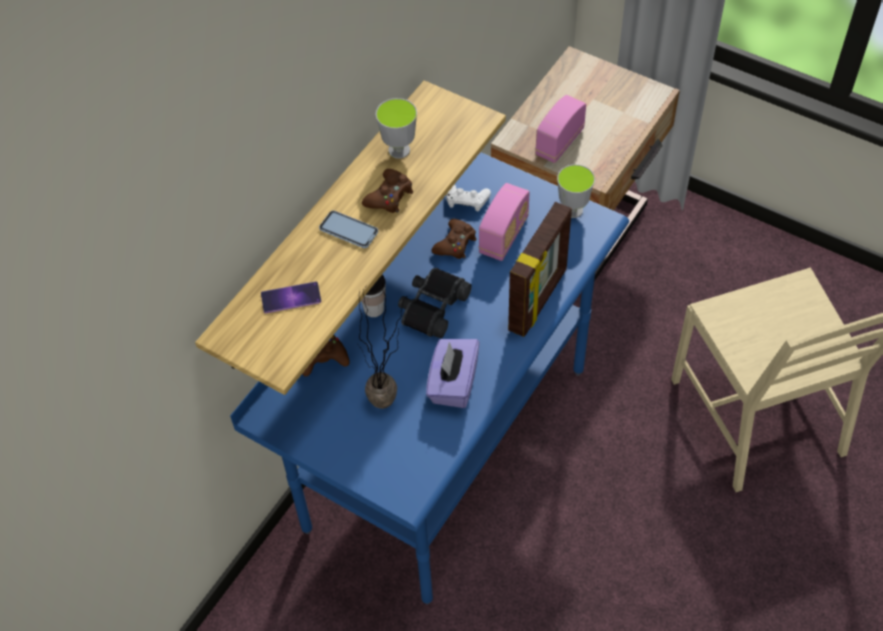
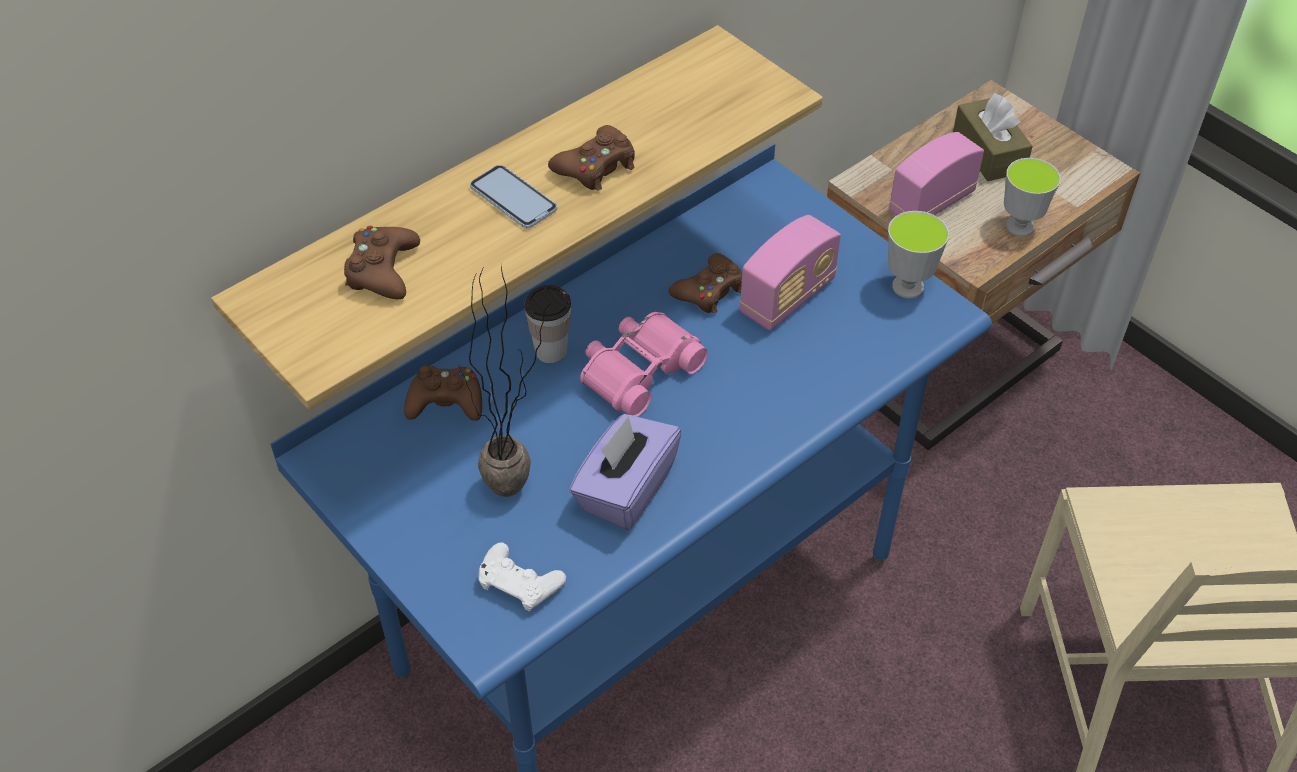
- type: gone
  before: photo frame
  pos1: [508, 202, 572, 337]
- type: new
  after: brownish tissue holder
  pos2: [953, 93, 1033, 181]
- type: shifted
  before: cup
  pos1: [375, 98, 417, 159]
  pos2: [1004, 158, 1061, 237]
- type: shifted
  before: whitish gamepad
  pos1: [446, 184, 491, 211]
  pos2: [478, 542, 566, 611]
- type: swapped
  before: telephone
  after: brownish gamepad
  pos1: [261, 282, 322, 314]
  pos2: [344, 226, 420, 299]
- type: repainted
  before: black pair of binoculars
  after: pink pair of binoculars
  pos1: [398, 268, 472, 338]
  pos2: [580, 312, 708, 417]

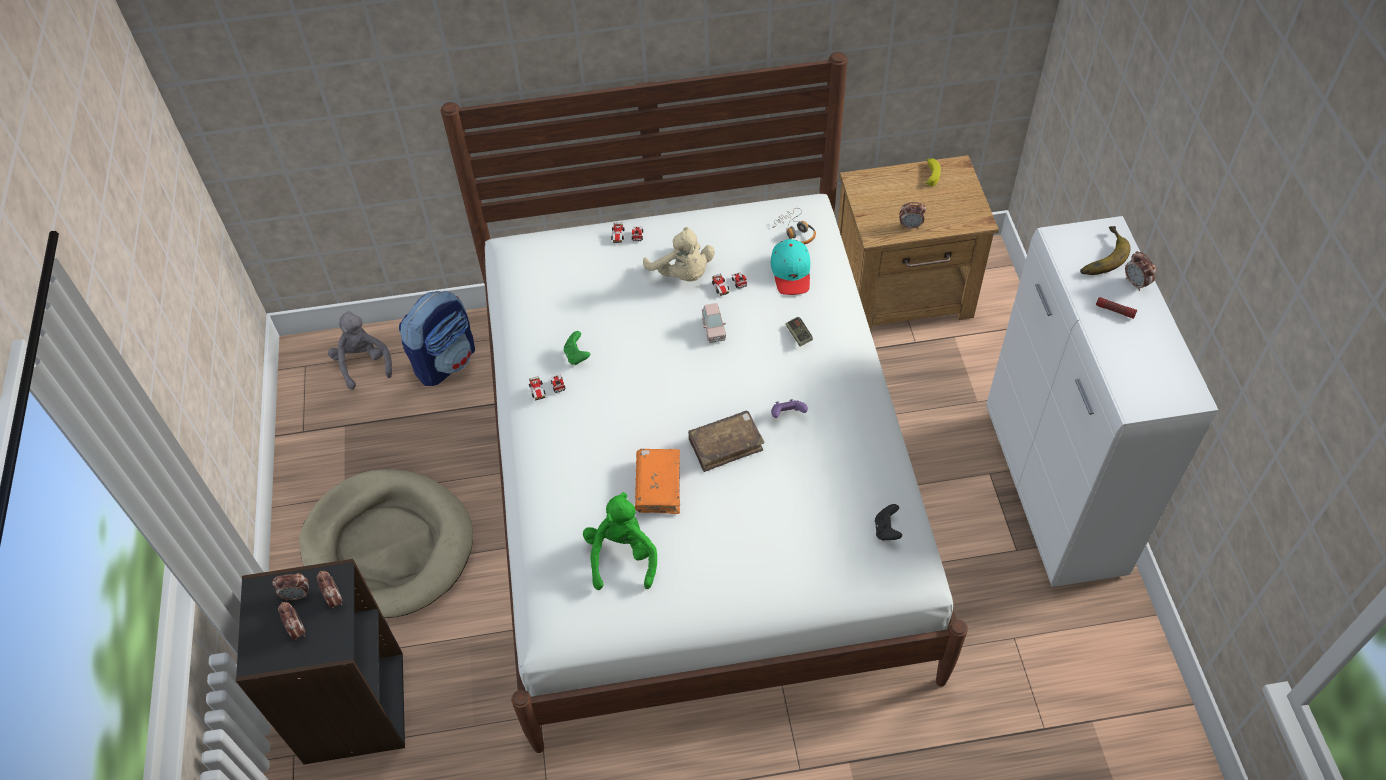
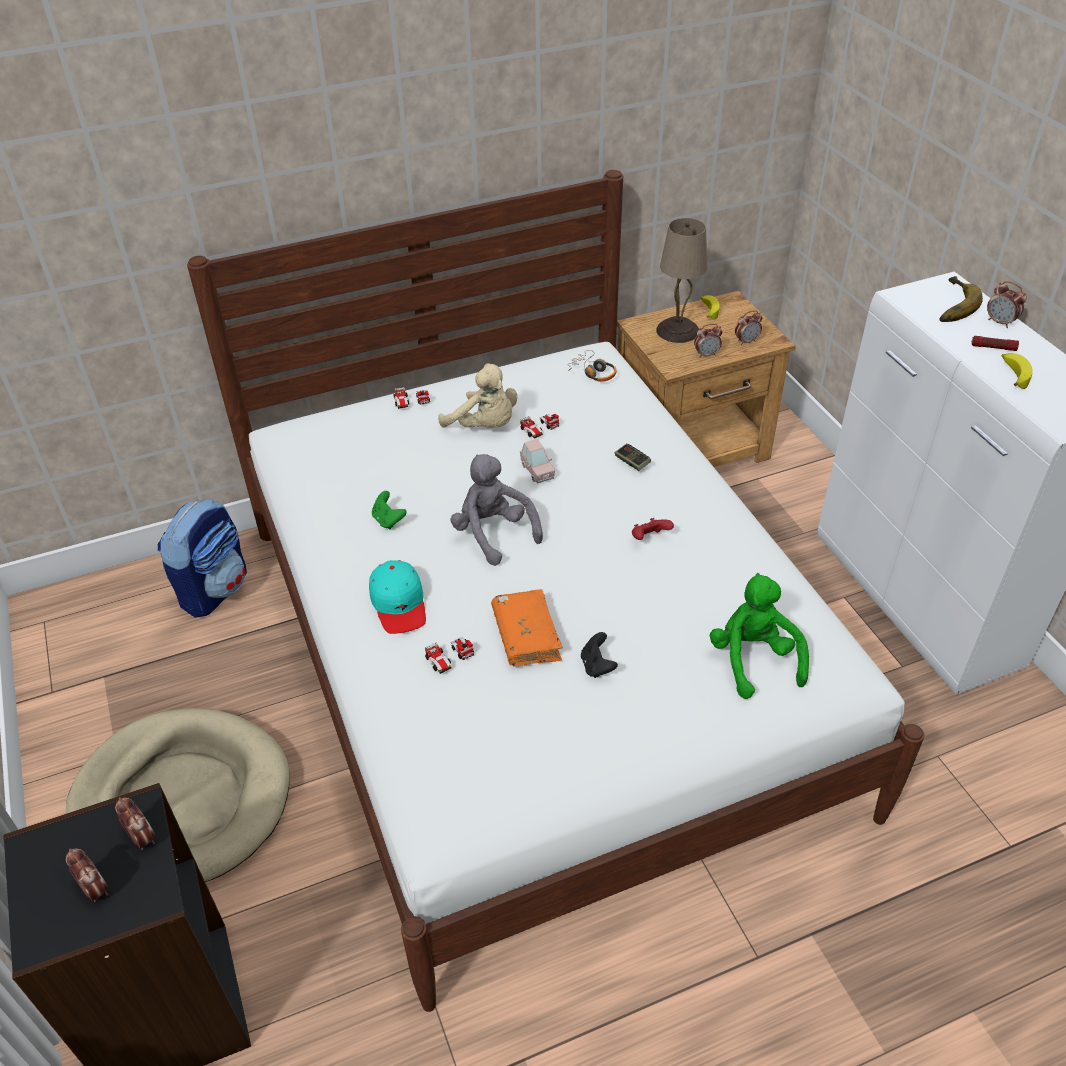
- type: gone
  before: brownish book
  pos1: [688, 410, 765, 472]
- type: new
  after: beige-coloured tabletop lamp
  pos2: [656, 218, 707, 343]
- type: new
  after: whole banana
  pos2: [1002, 353, 1033, 389]
- type: shifted
  before: alarm clock
  pos1: [273, 573, 309, 601]
  pos2: [735, 310, 762, 345]
- type: shifted
  before: gray cuddly toy
  pos1: [328, 311, 392, 390]
  pos2: [450, 454, 543, 566]
- type: shifted
  before: miniature car
  pos1: [529, 375, 566, 401]
  pos2: [425, 637, 474, 674]
- type: shifted
  before: green-coloured cuddly toy
  pos1: [583, 492, 657, 590]
  pos2: [709, 573, 809, 699]
- type: shifted
  before: blue-green cap
  pos1: [771, 239, 810, 295]
  pos2: [369, 560, 426, 634]
- type: shifted
  before: black gamepad
  pos1: [875, 504, 902, 541]
  pos2: [581, 632, 618, 678]
- type: repainted
  before: purplish gamepad
  after: red gamepad
  pos1: [771, 399, 808, 418]
  pos2: [632, 518, 674, 540]

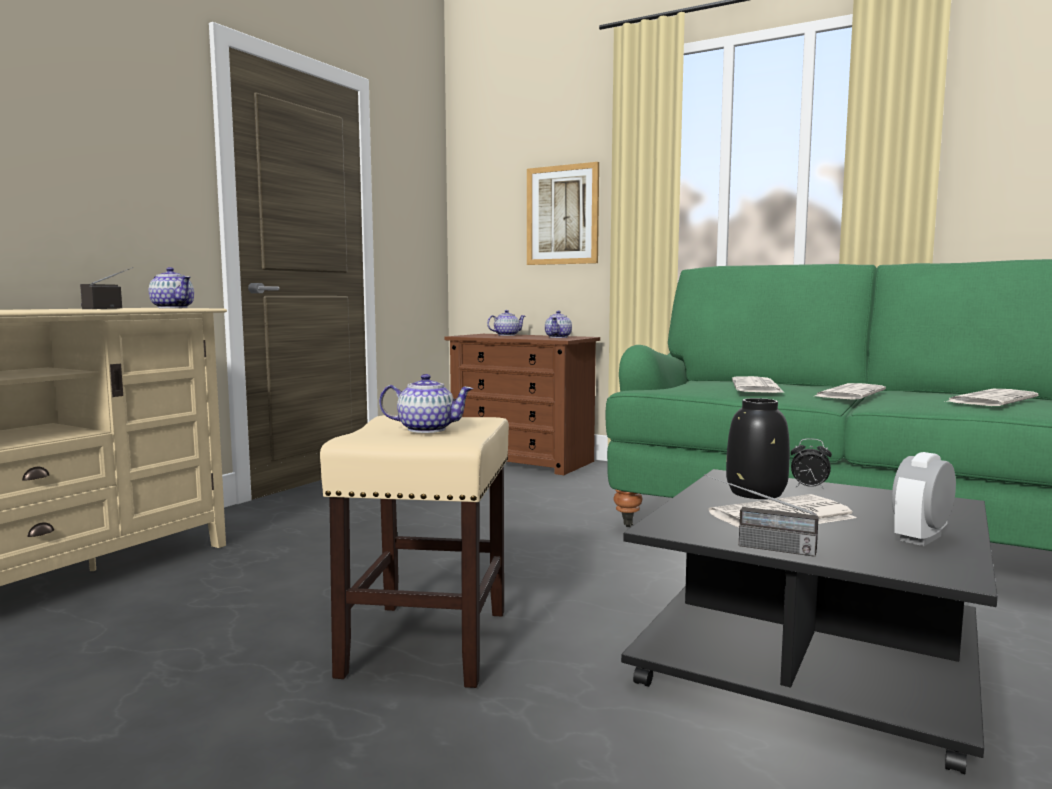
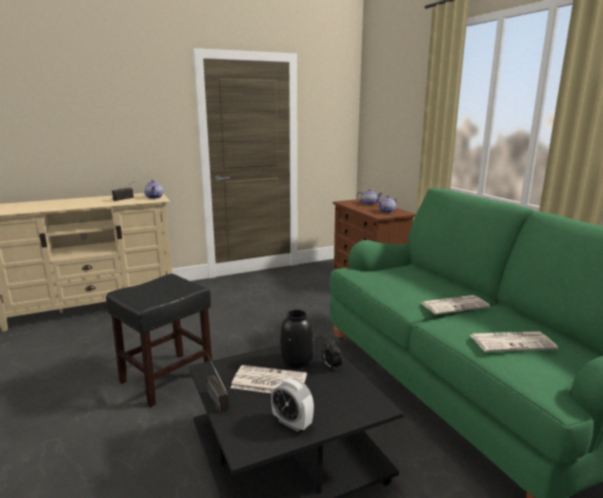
- type: gone
  before: teapot
  pos1: [379, 374, 473, 433]
- type: gone
  before: picture
  pos1: [527, 162, 599, 265]
- type: gone
  before: newspaper
  pos1: [732, 376, 784, 393]
- type: repainted
  before: beige-coloured stool seat
  after: black stool seat
  pos1: [320, 415, 509, 688]
  pos2: [106, 274, 212, 407]
- type: rotated
  before: alarm clock
  pos1: [892, 452, 956, 546]
  pos2: [271, 378, 314, 432]
  turn: -135

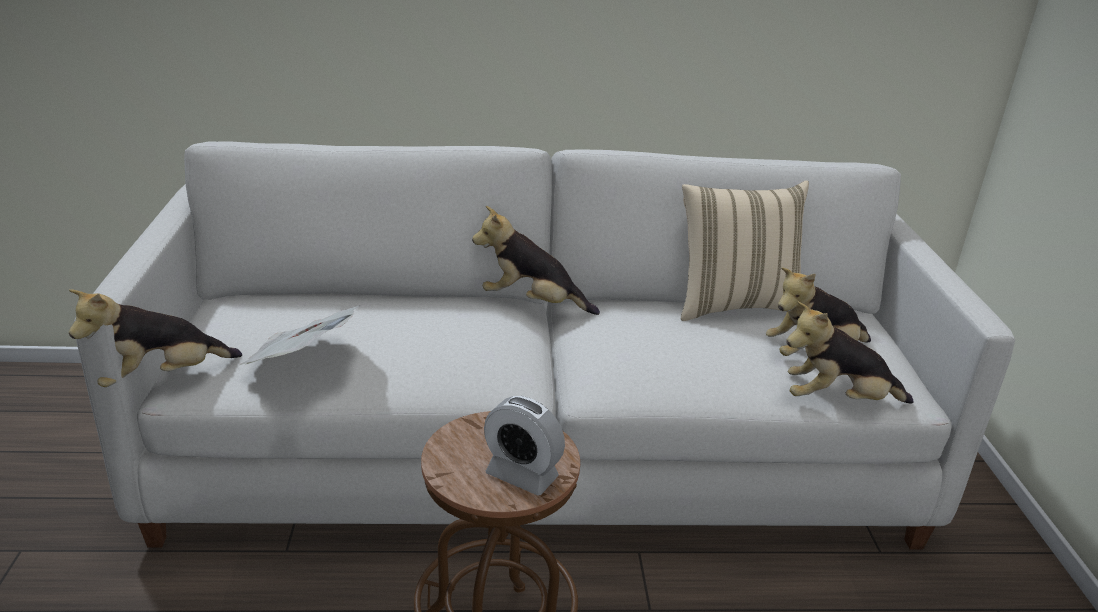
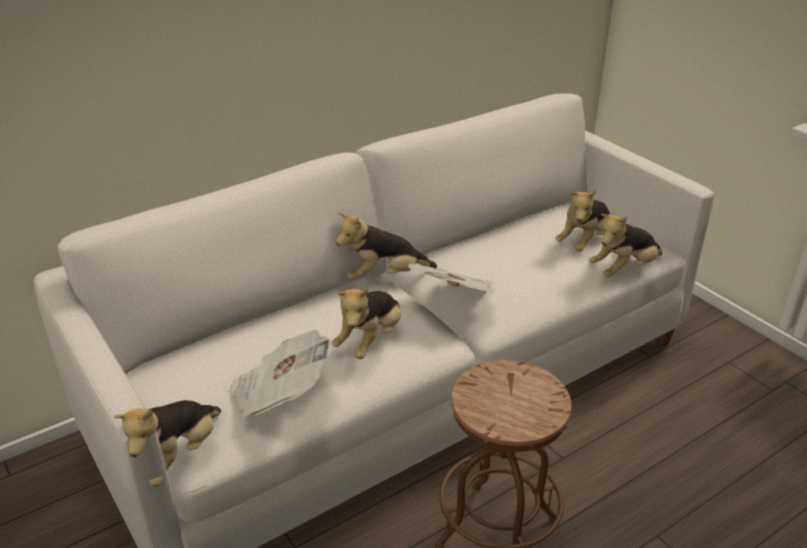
- type: gone
  before: alarm clock
  pos1: [484, 396, 565, 496]
- type: gone
  before: beige-coloured throw pillow
  pos1: [681, 181, 809, 321]
- type: new
  after: cuddly toy
  pos2: [332, 287, 401, 359]
- type: new
  after: newspaper
  pos2: [408, 264, 495, 293]

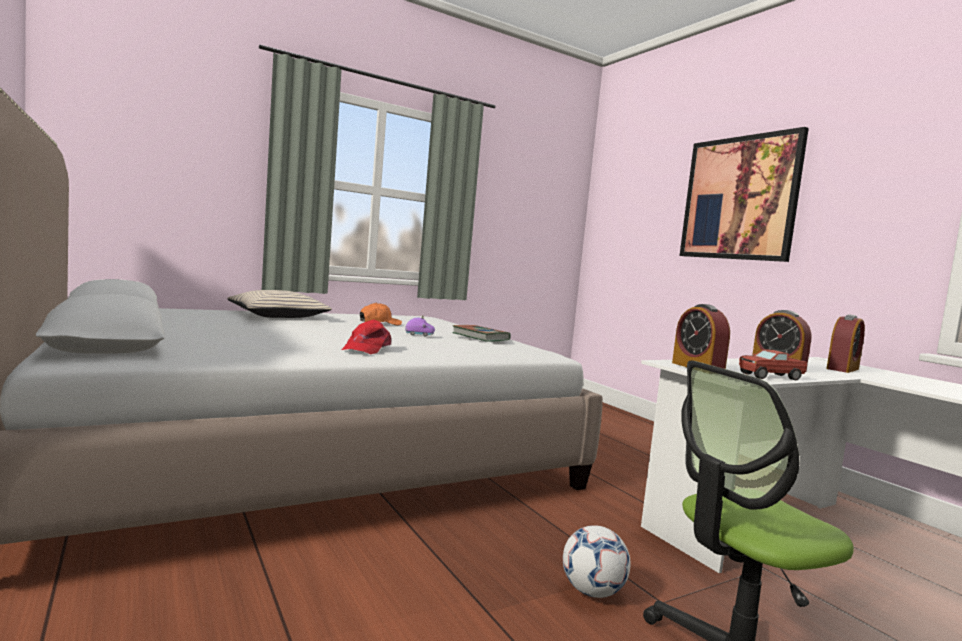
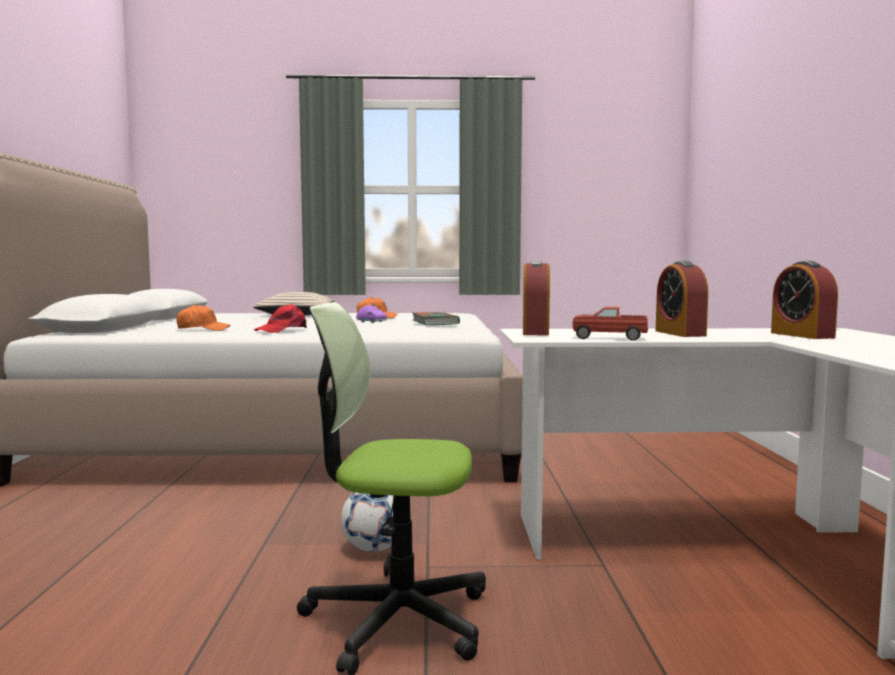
- type: gone
  before: picture
  pos1: [680, 127, 809, 262]
- type: new
  after: orangey cap
  pos2: [176, 304, 230, 331]
- type: rotated
  before: alarm clock
  pos1: [826, 314, 865, 373]
  pos2: [771, 261, 838, 339]
  turn: 90

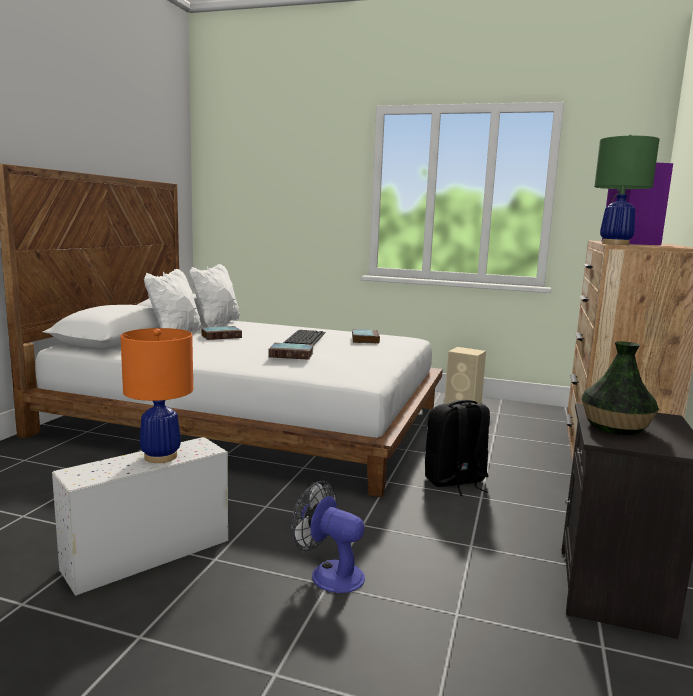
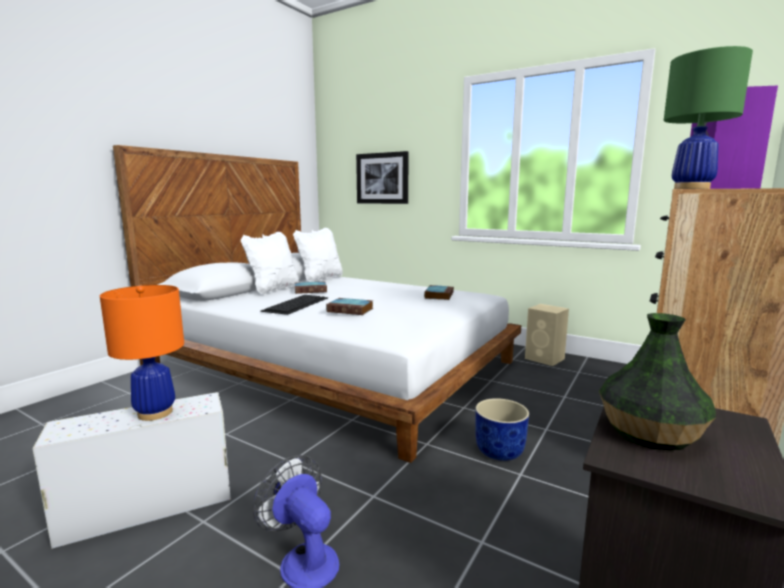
- type: new
  after: picture
  pos2: [356, 151, 409, 204]
- type: shifted
  before: PC keyboard
  pos1: [283, 330, 325, 346]
  pos2: [260, 295, 328, 315]
- type: swapped
  before: black knapsack
  after: blue-coloured flower pot
  pos1: [425, 400, 490, 496]
  pos2: [475, 398, 529, 461]

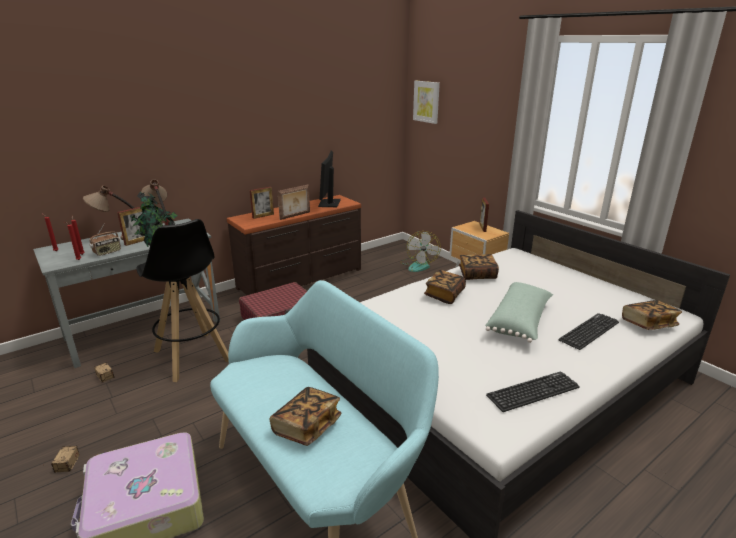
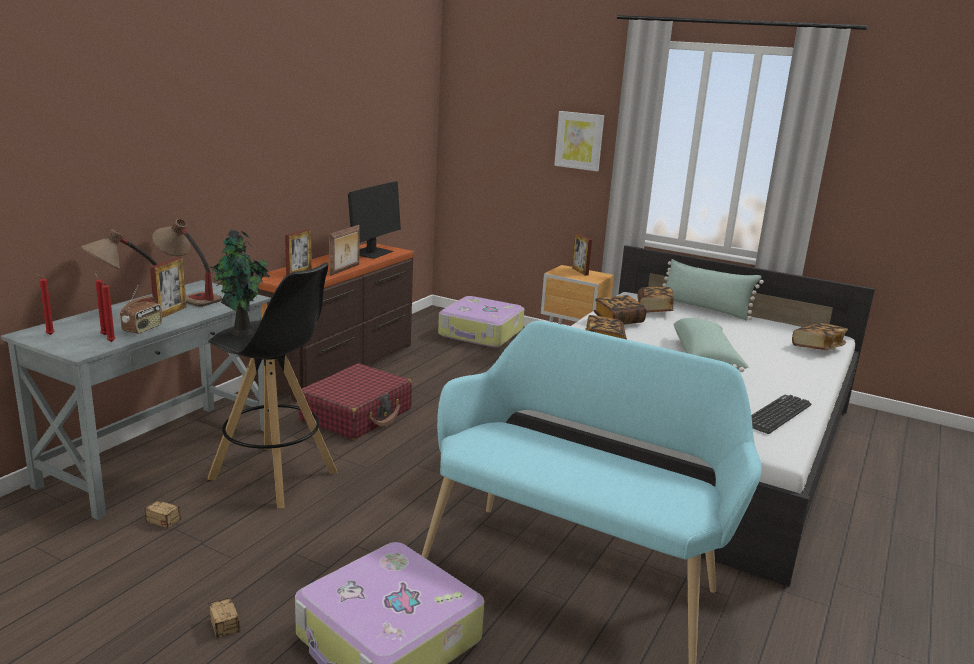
- type: gone
  before: PC keyboard
  pos1: [558, 313, 619, 350]
- type: new
  after: green-coloured throw pillow
  pos2: [663, 259, 764, 321]
- type: shifted
  before: book
  pos1: [270, 387, 341, 446]
  pos2: [638, 287, 674, 313]
- type: shifted
  before: picture
  pos1: [413, 81, 440, 124]
  pos2: [554, 111, 604, 171]
- type: swapped
  before: electric fan
  after: suitcase
  pos1: [400, 231, 441, 272]
  pos2: [438, 296, 524, 348]
- type: rotated
  before: computer display
  pos1: [318, 150, 341, 207]
  pos2: [348, 181, 401, 259]
  turn: -135

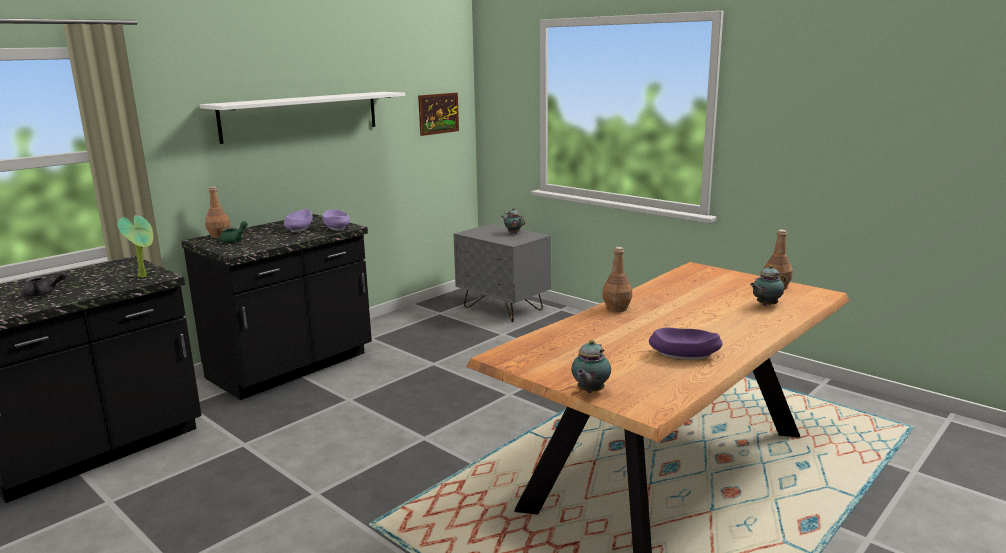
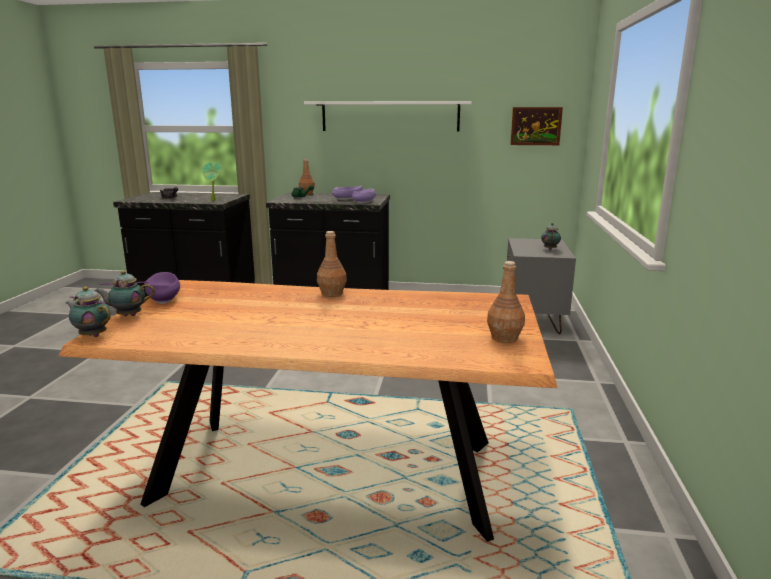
- type: shifted
  before: purplish deep dish
  pos1: [649, 328, 722, 360]
  pos2: [144, 272, 180, 304]
- type: shifted
  before: teapot
  pos1: [750, 265, 786, 306]
  pos2: [65, 286, 111, 337]

